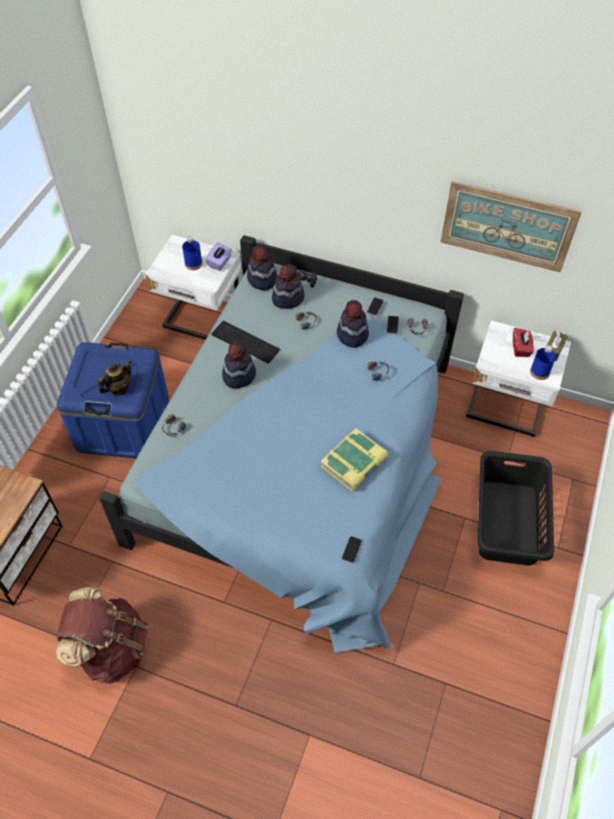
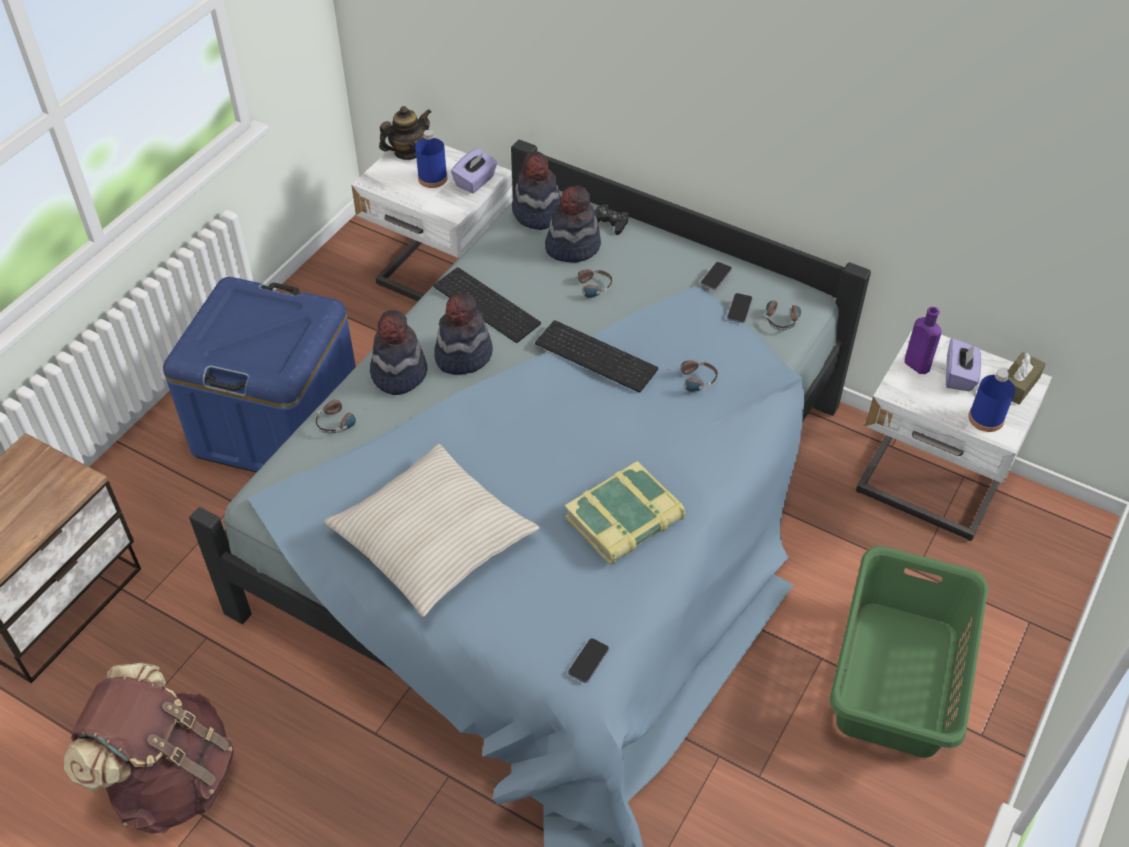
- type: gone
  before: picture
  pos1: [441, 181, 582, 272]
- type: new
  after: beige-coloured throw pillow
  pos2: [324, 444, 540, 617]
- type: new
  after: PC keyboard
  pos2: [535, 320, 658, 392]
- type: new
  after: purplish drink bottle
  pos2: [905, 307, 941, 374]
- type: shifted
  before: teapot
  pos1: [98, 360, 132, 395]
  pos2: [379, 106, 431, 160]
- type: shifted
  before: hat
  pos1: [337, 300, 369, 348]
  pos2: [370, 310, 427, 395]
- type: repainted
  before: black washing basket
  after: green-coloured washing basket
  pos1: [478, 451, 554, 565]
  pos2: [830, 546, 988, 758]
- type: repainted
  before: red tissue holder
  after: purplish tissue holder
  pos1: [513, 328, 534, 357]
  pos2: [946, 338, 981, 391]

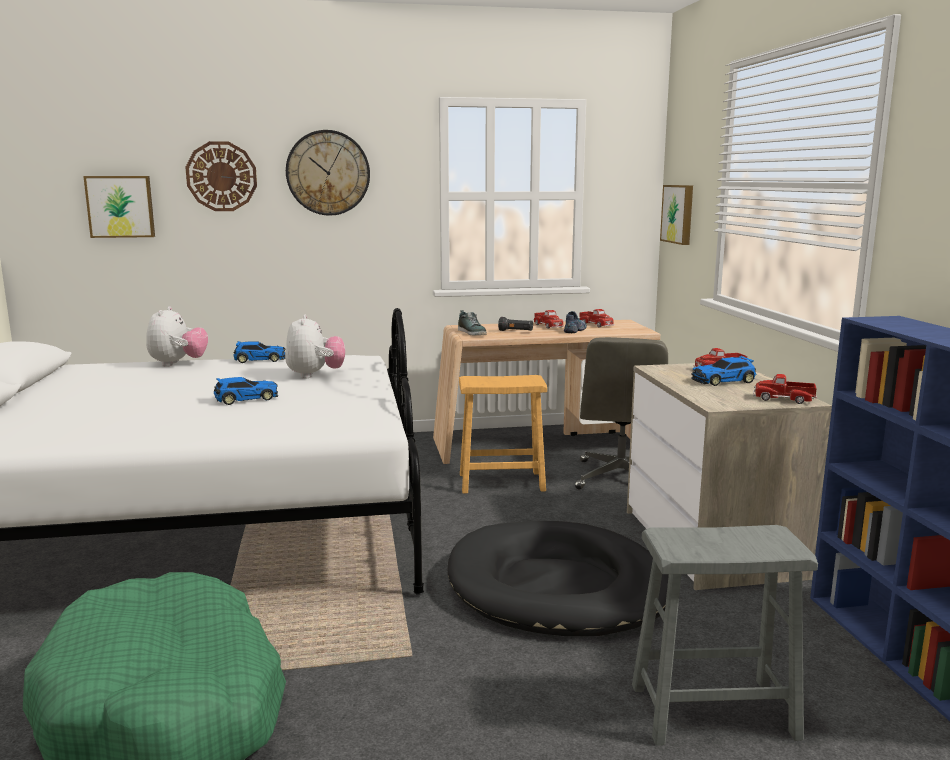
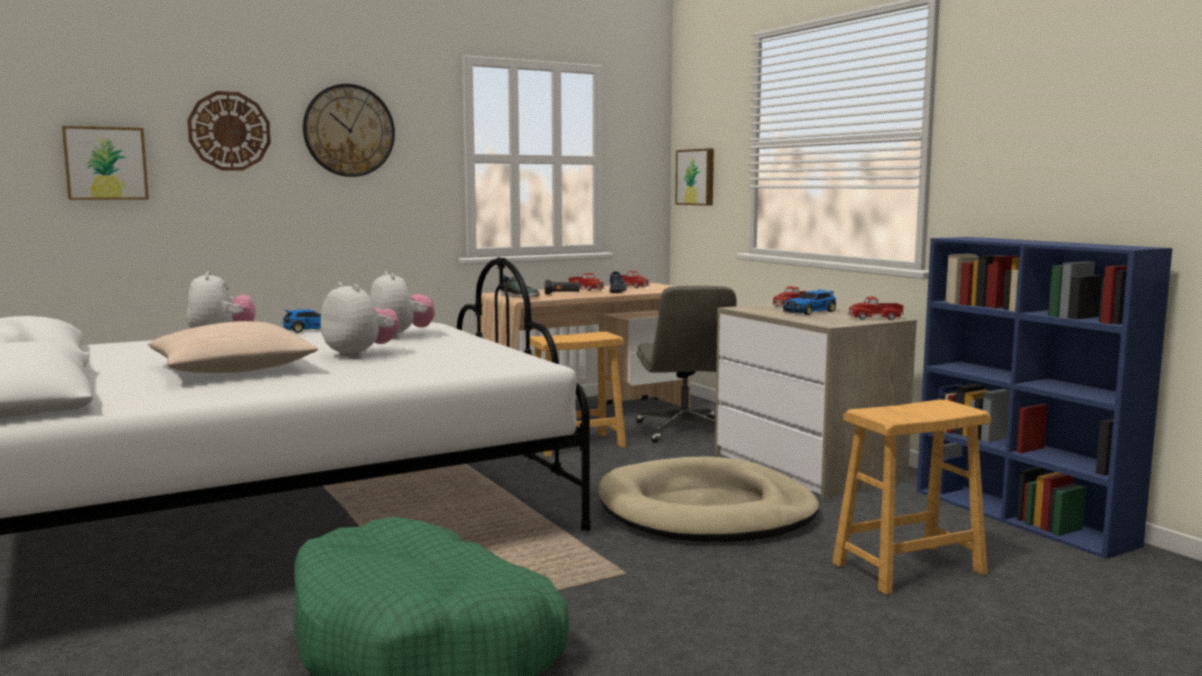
- type: new
  after: beige-coloured throw pillow
  pos2: [148, 321, 318, 373]
- type: swapped
  before: miniature car
  after: cuddly toy
  pos1: [214, 377, 278, 405]
  pos2: [320, 282, 399, 359]
- type: repainted
  before: black dog bed
  after: beige-coloured dog bed
  pos1: [448, 521, 669, 636]
  pos2: [598, 456, 819, 542]
- type: repainted
  before: gray stool seat
  after: brownish stool seat
  pos1: [632, 525, 818, 745]
  pos2: [832, 400, 991, 595]

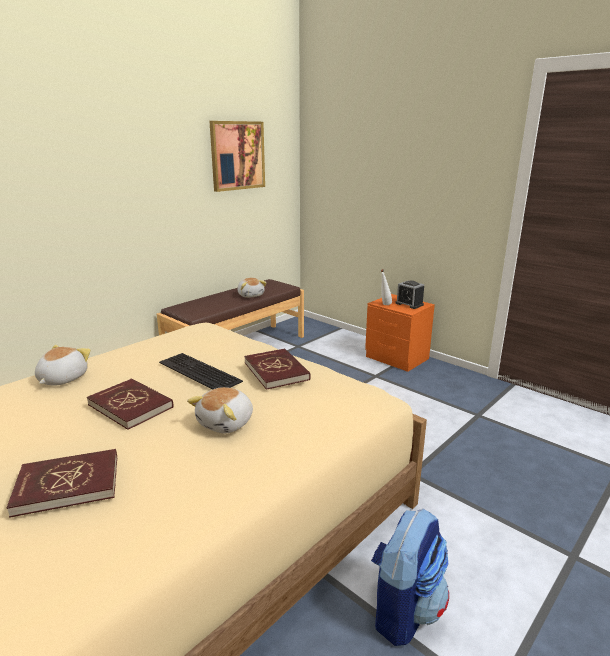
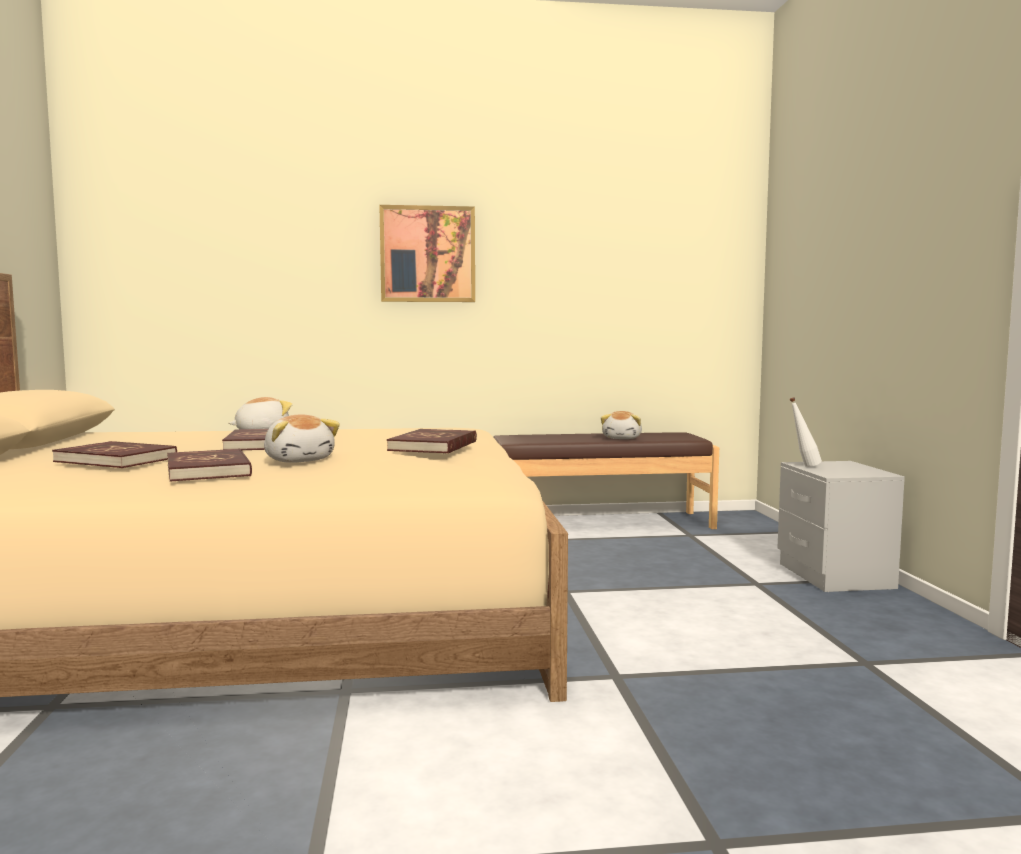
- type: gone
  before: PC keyboard
  pos1: [159, 353, 243, 390]
- type: gone
  before: knapsack
  pos1: [371, 509, 449, 646]
- type: gone
  before: alarm clock
  pos1: [395, 281, 424, 309]
- type: new
  after: red book
  pos2: [167, 449, 252, 481]
- type: shifted
  before: picture
  pos1: [209, 121, 265, 192]
  pos2: [379, 205, 475, 302]
- type: repainted
  before: orangey bedside table
  after: gray bedside table
  pos1: [365, 294, 435, 372]
  pos2: [778, 461, 905, 592]
- type: rotated
  before: cuddly toy
  pos1: [187, 387, 253, 433]
  pos2: [264, 414, 340, 463]
  turn: -105

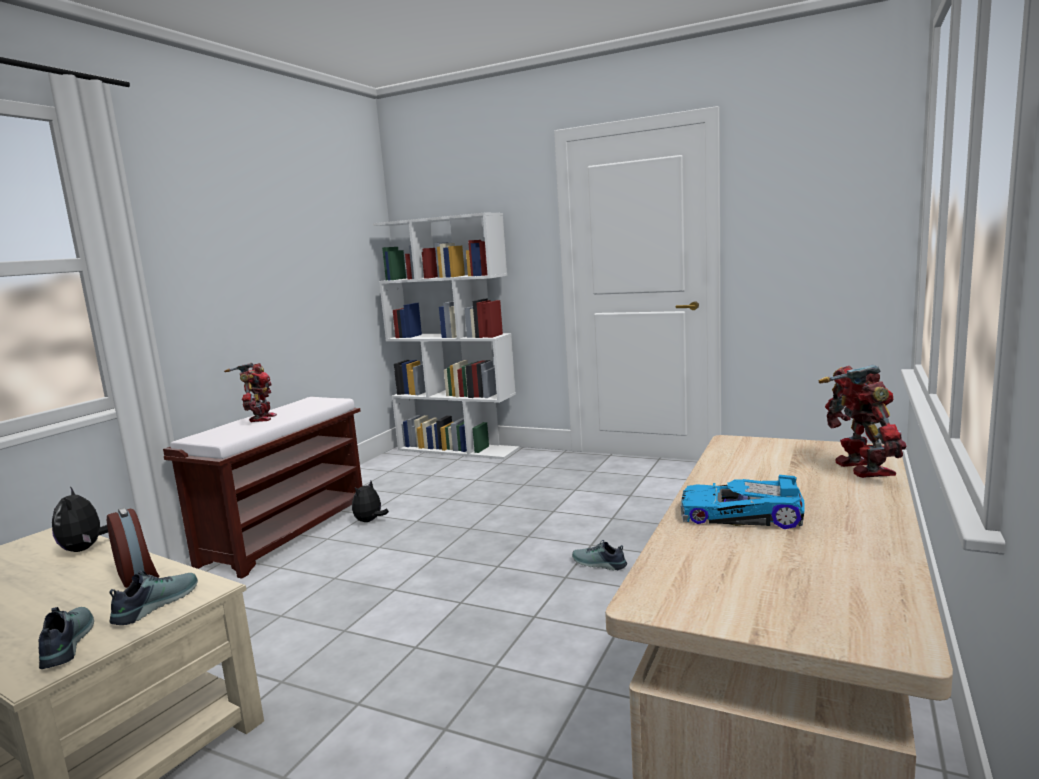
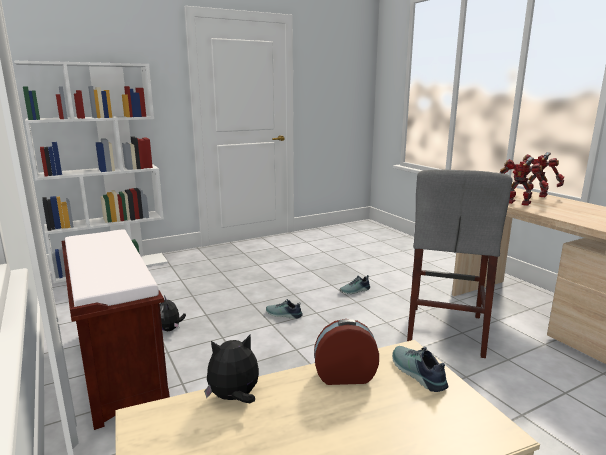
- type: gone
  before: miniature car
  pos1: [681, 475, 804, 529]
- type: new
  after: gray stool seat
  pos2: [407, 169, 512, 358]
- type: shifted
  before: low shoe
  pos1: [38, 607, 94, 669]
  pos2: [266, 299, 303, 319]
- type: shifted
  before: robot figure
  pos1: [224, 363, 277, 422]
  pos2: [500, 157, 548, 206]
- type: rotated
  before: cuddly toy
  pos1: [52, 487, 108, 552]
  pos2: [204, 335, 259, 403]
  turn: 150

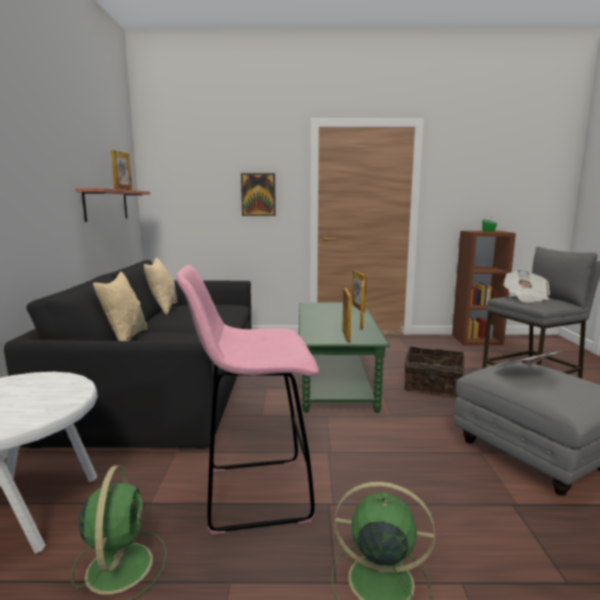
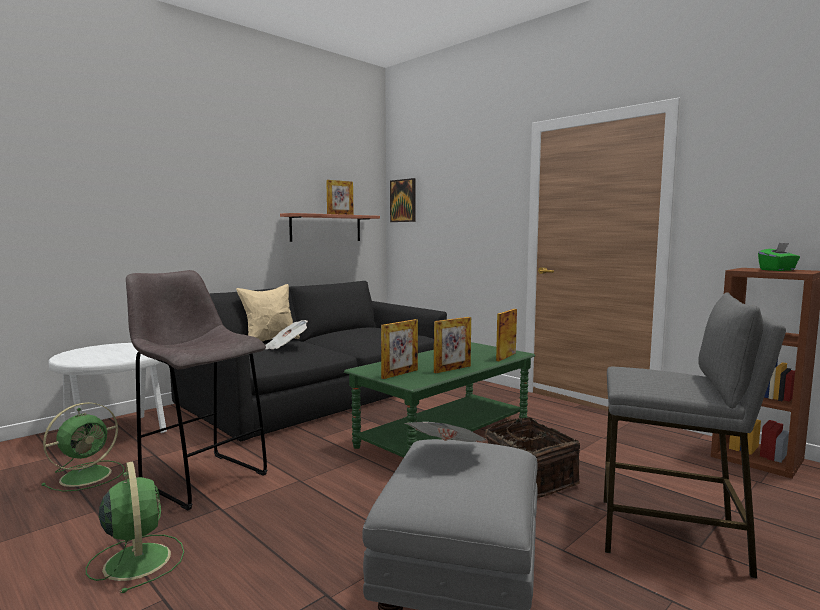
- type: gone
  before: beige-coloured throw pillow
  pos1: [144, 257, 177, 315]
- type: shifted
  before: picture
  pos1: [241, 173, 276, 216]
  pos2: [390, 178, 415, 222]
- type: shifted
  before: newspaper
  pos1: [503, 270, 550, 303]
  pos2: [265, 320, 308, 349]
- type: repainted
  before: pink stool seat
  after: gray stool seat
  pos1: [176, 265, 319, 534]
  pos2: [126, 270, 267, 511]

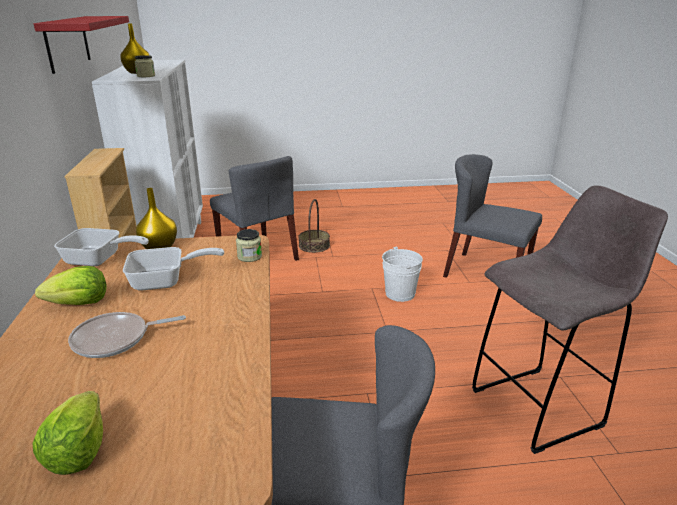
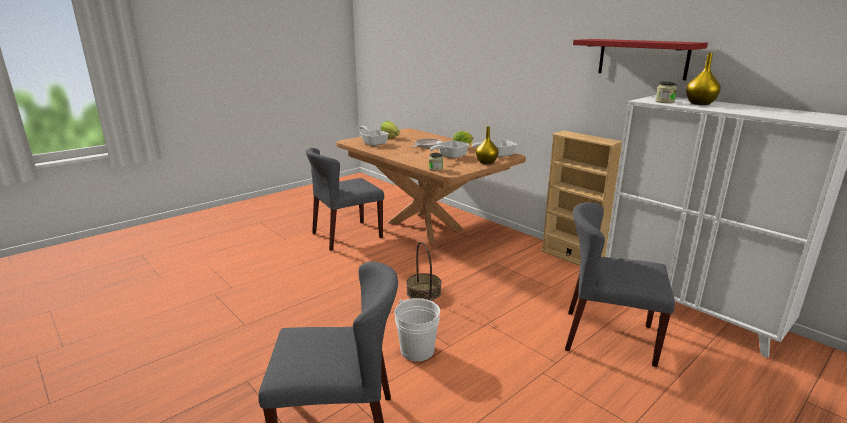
- type: gone
  before: gray stool seat
  pos1: [472, 185, 668, 454]
- type: new
  after: pan
  pos2: [359, 126, 389, 146]
- type: shifted
  before: storage basket
  pos1: [298, 199, 330, 253]
  pos2: [406, 241, 441, 301]

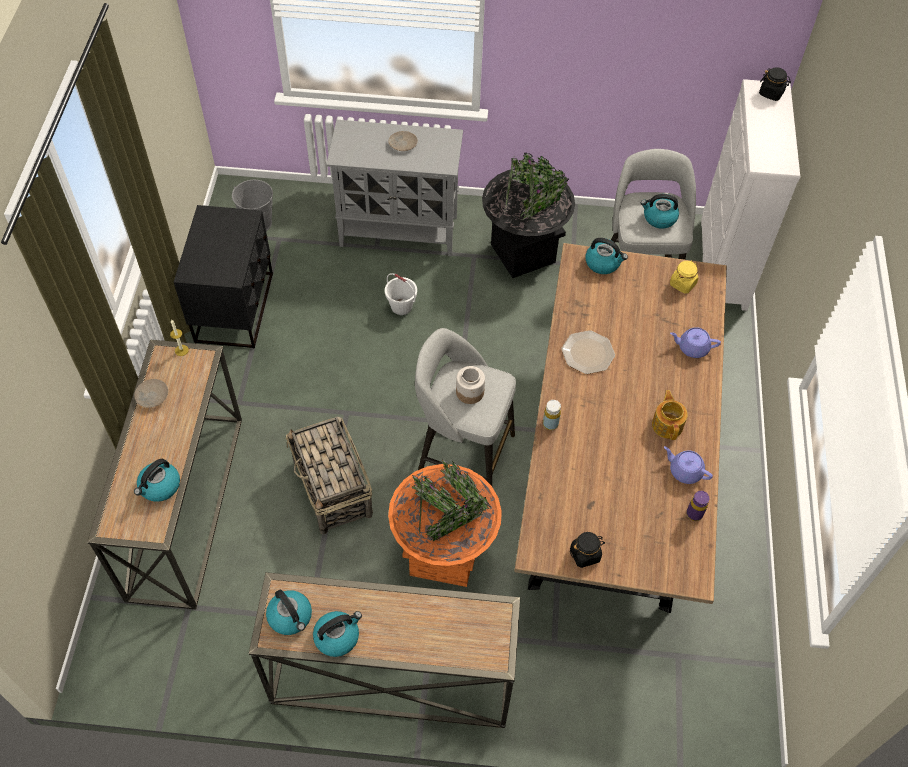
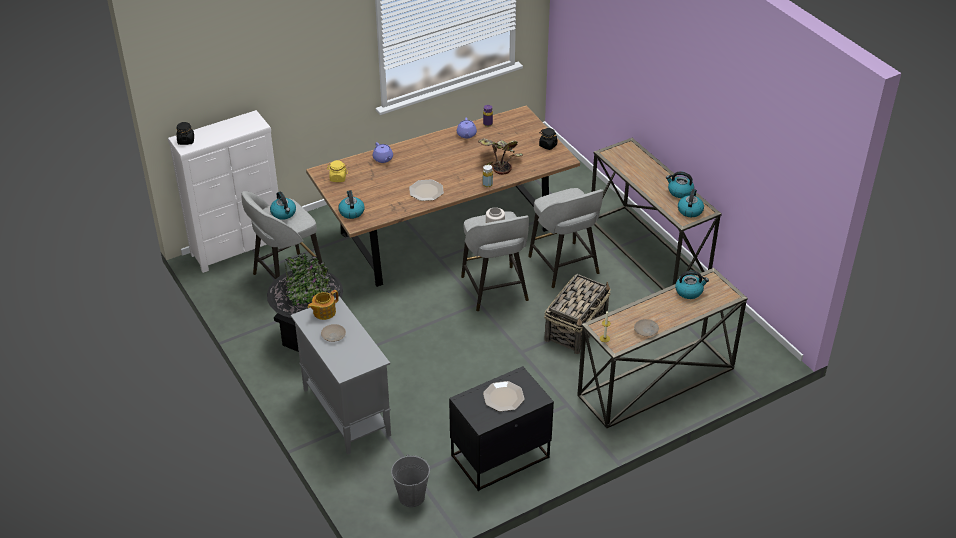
- type: gone
  before: whitish pail
  pos1: [385, 273, 417, 315]
- type: new
  after: houseplant
  pos2: [478, 138, 523, 175]
- type: new
  after: dinner plate
  pos2: [483, 381, 525, 412]
- type: shifted
  before: teapot
  pos1: [652, 390, 688, 440]
  pos2: [308, 290, 339, 320]
- type: swapped
  before: orangey flower pot
  after: gray stool seat
  pos1: [388, 459, 502, 587]
  pos2: [528, 188, 603, 288]

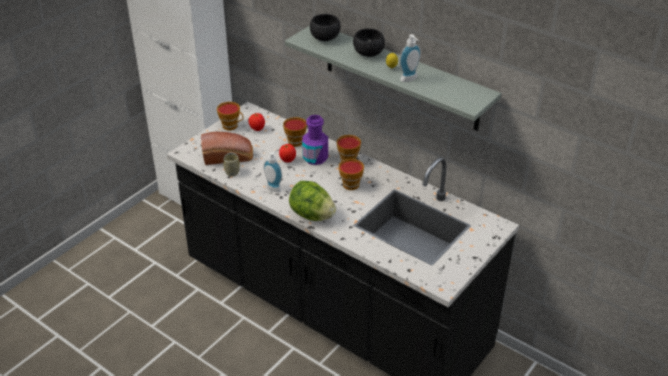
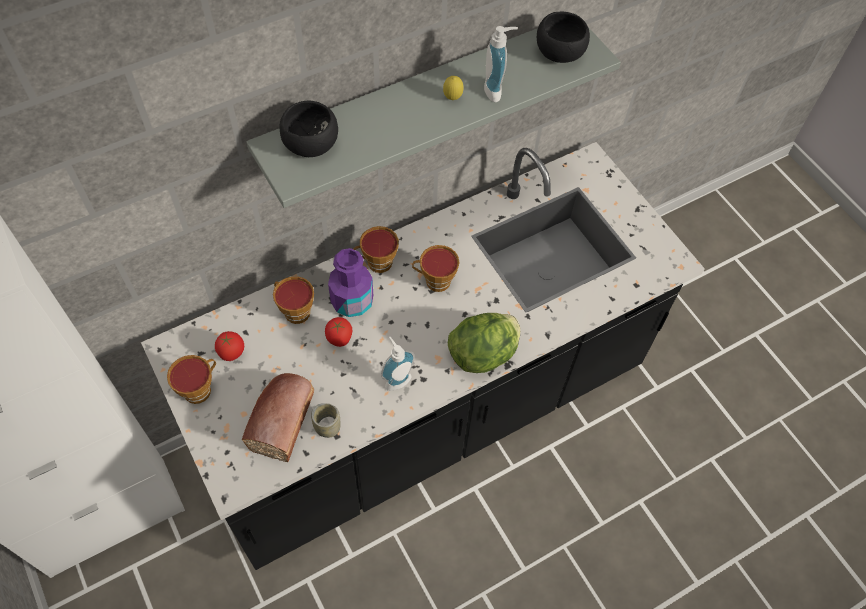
- type: shifted
  before: black deep dish
  pos1: [353, 29, 385, 57]
  pos2: [537, 12, 590, 63]

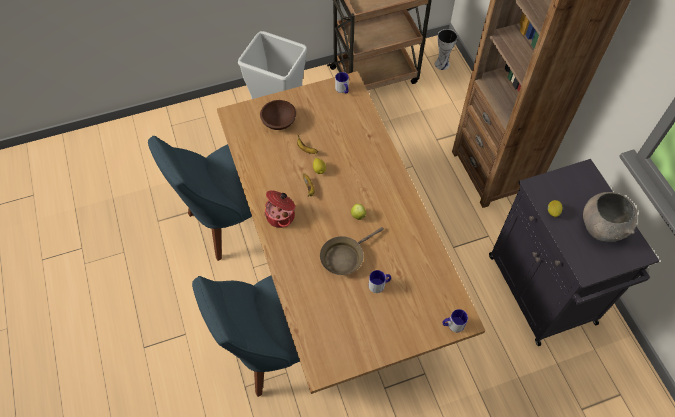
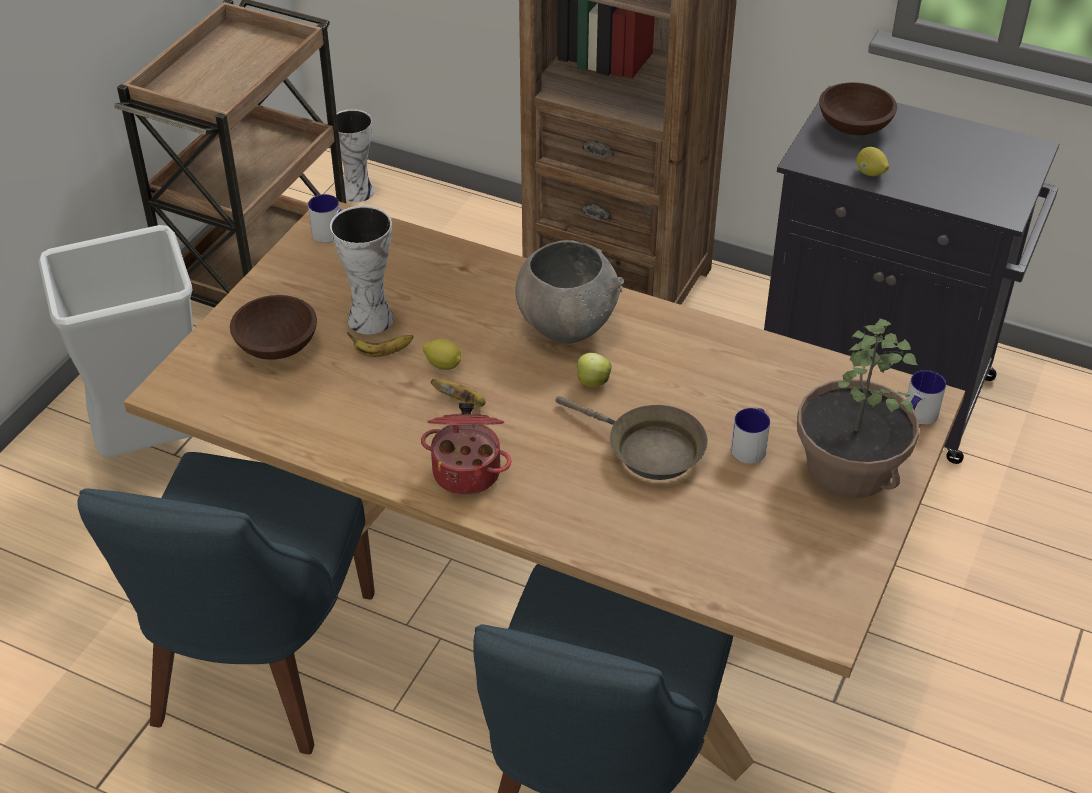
- type: new
  after: flower vase
  pos2: [330, 206, 394, 335]
- type: new
  after: houseplant
  pos2: [797, 318, 919, 498]
- type: new
  after: brownish deep dish
  pos2: [819, 82, 897, 135]
- type: shifted
  before: gray deep dish
  pos1: [583, 192, 638, 242]
  pos2: [515, 240, 624, 344]
- type: rotated
  before: brownish pan
  pos1: [320, 227, 384, 275]
  pos2: [555, 396, 708, 480]
  turn: -60

